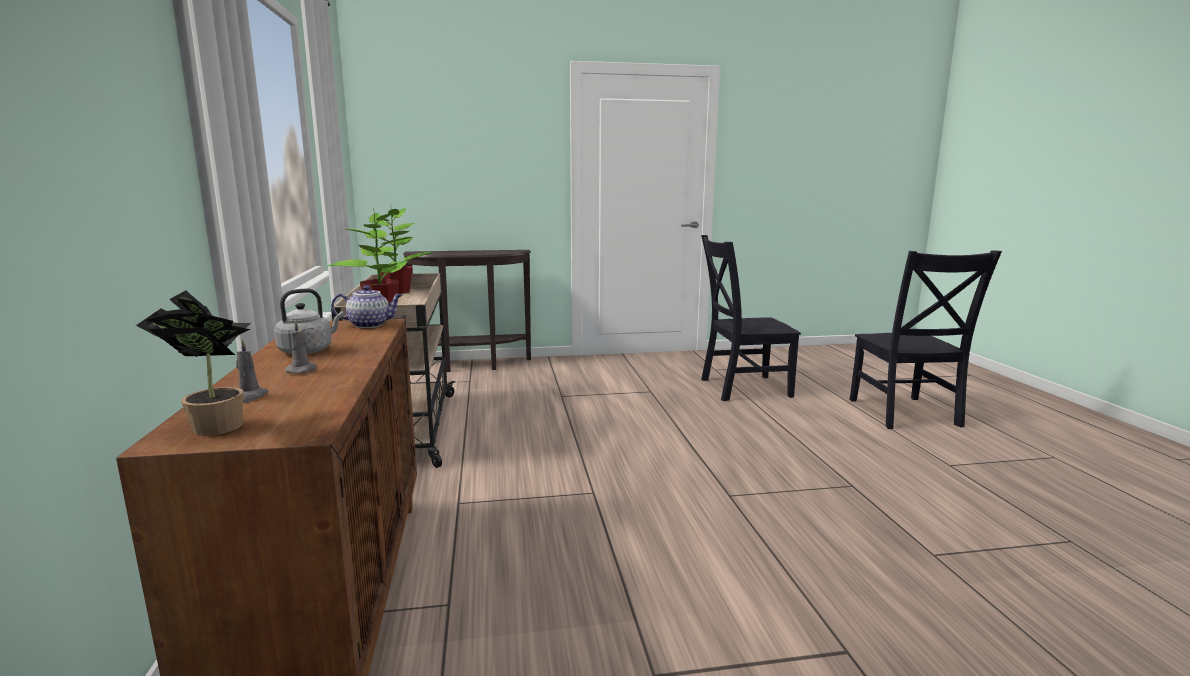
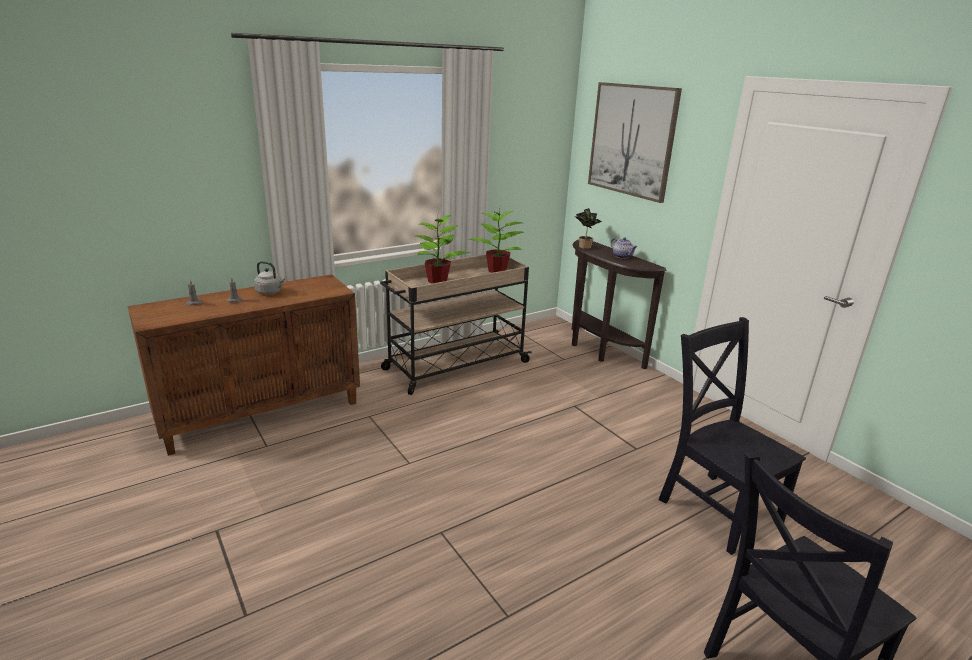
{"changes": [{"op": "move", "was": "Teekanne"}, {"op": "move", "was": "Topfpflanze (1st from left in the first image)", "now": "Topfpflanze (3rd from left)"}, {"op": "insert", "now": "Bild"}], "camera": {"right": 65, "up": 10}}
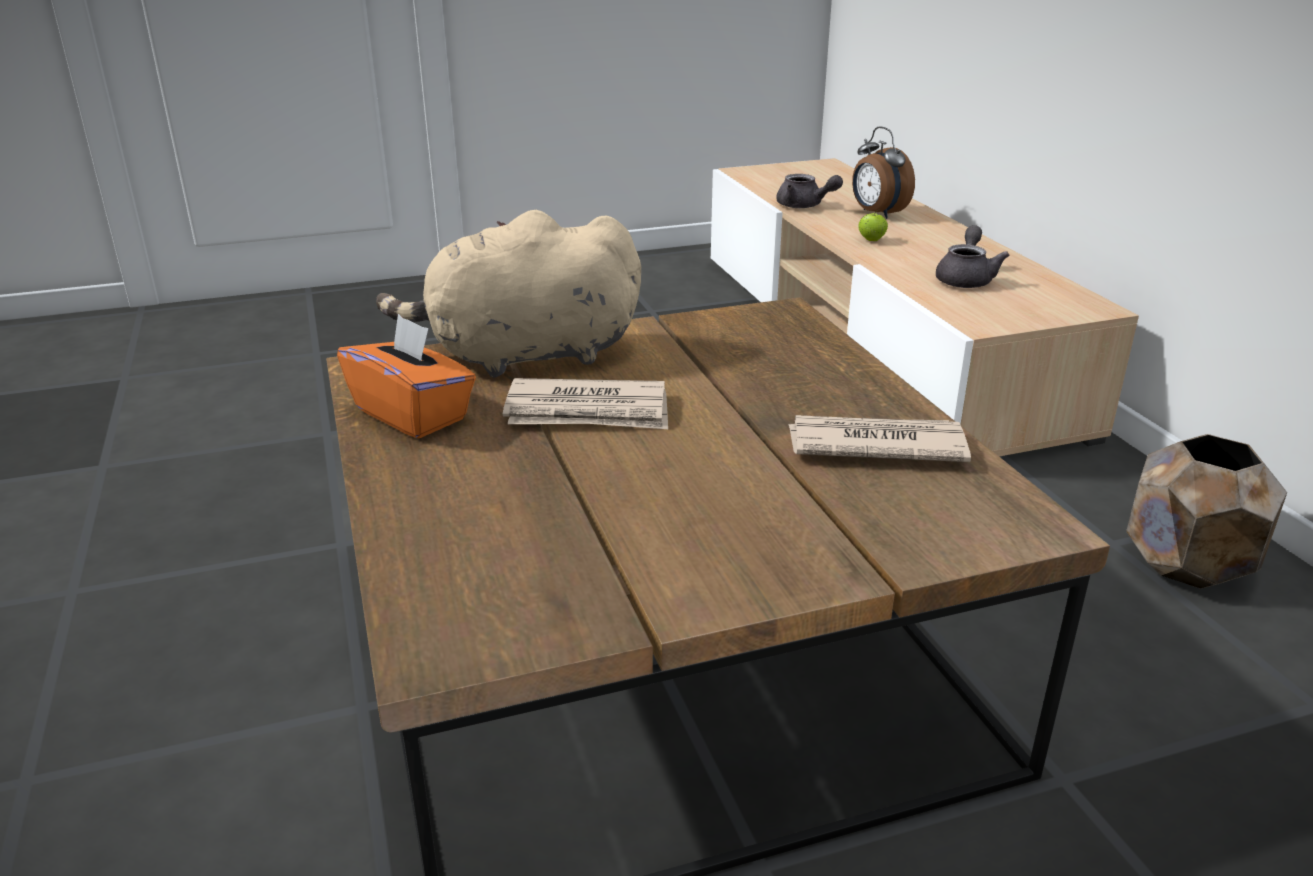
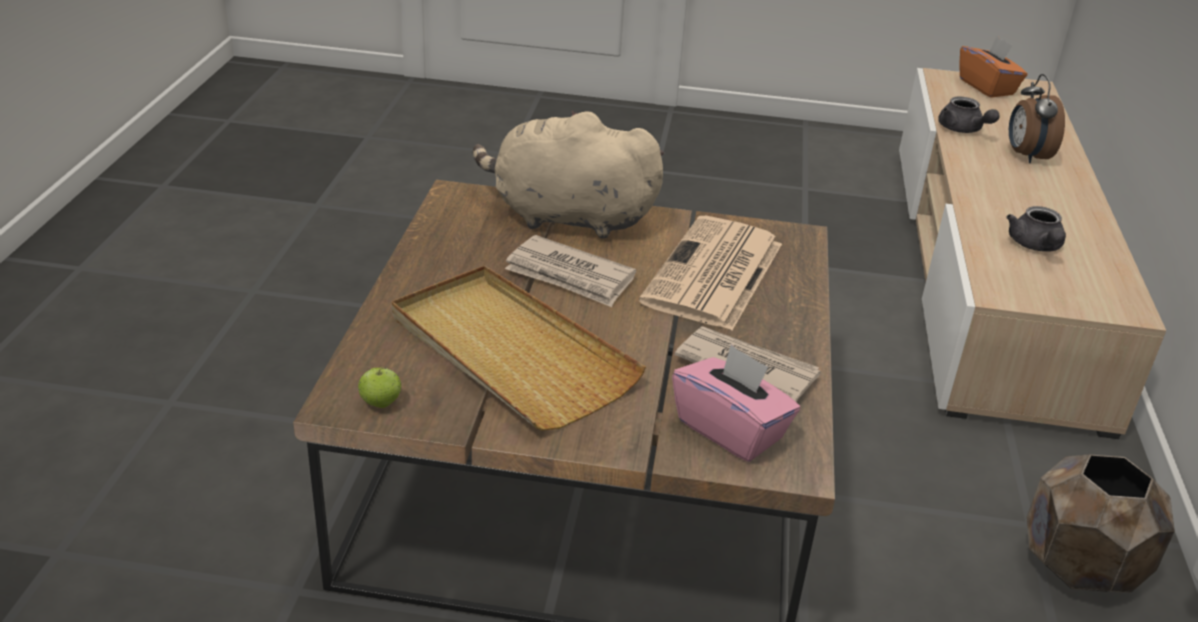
{"changes": [{"op": "move", "was": "Apfel"}, {"op": "rotate", "was": "Teekanne/grau (2nd from left)", "clockwise": 135}, {"op": "move", "was": "Taschentuchbox/orange"}, {"op": "insert", "now": "Zeitung (2nd from left)"}, {"op": "insert", "now": "Tablett/beige"}, {"op": "insert", "now": "Taschentuchbox/rosa"}], "camera": {"right": 25, "up": 5}}
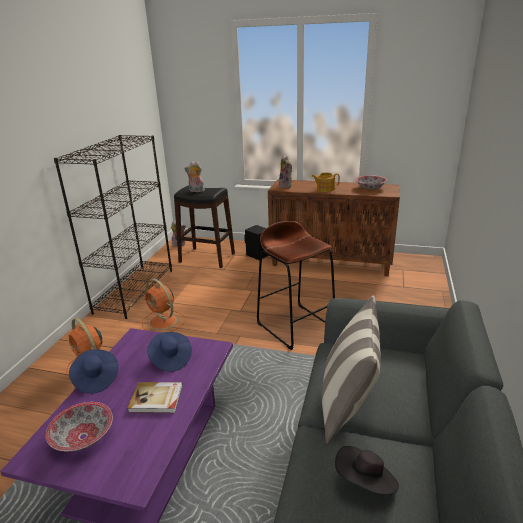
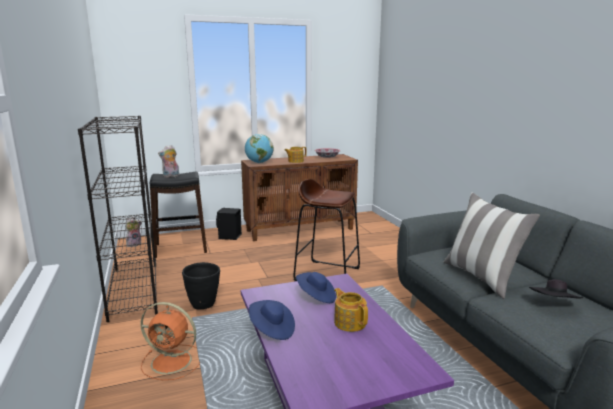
{"changes": [{"op": "replace", "was": "Plüschtier (3rd from left)", "now": "Globus"}, {"op": "replace", "was": "Ventilator/orange (2nd from left)", "now": "Pflanzkübel/schwarz"}, {"op": "replace", "was": "Buch", "now": "Teekanne (2nd from left)"}, {"op": "delete", "was": "Schüssel (1st from left)"}], "camera": {"right": -35, "up": -10}}
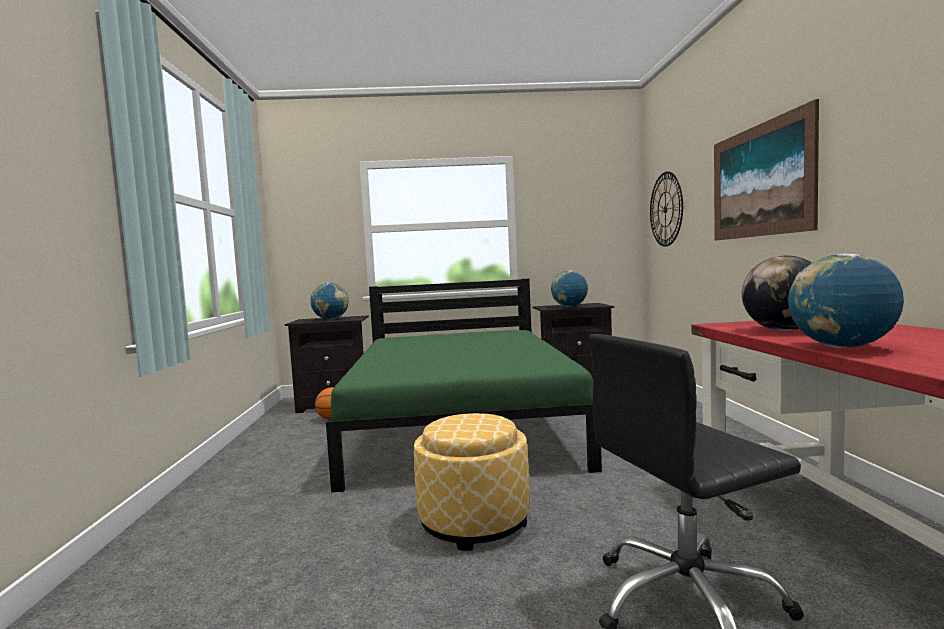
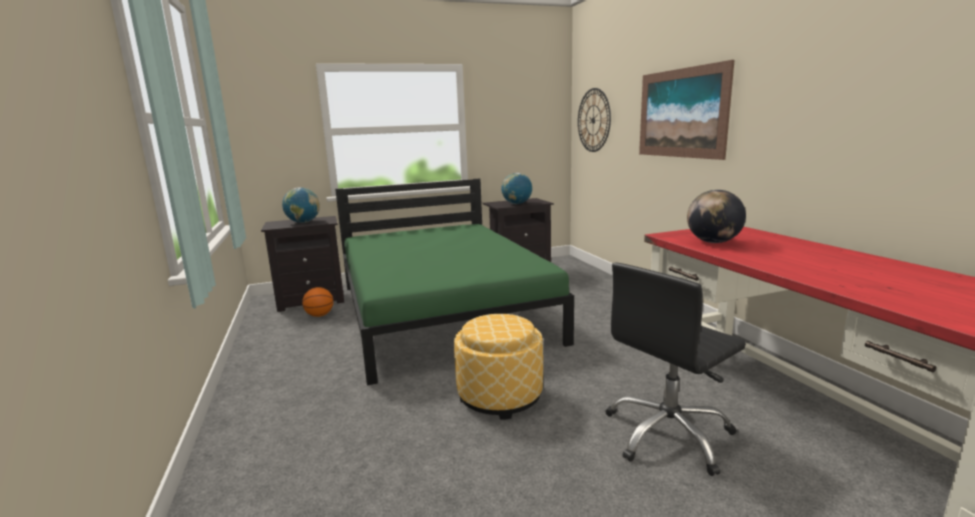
{"changes": [{"op": "delete", "was": "Globus (4th from left)"}], "camera": {"right": -15, "up": 10}}
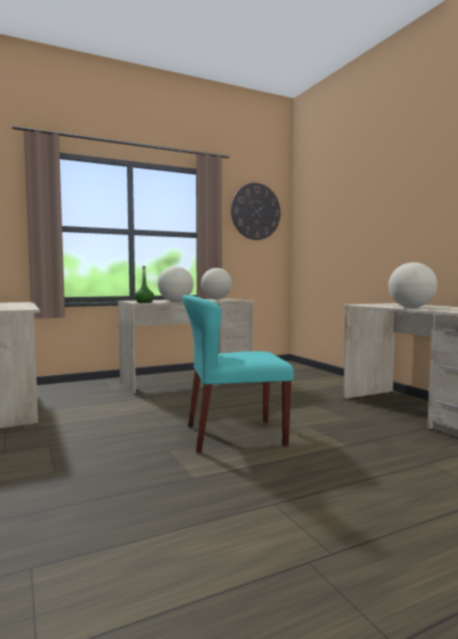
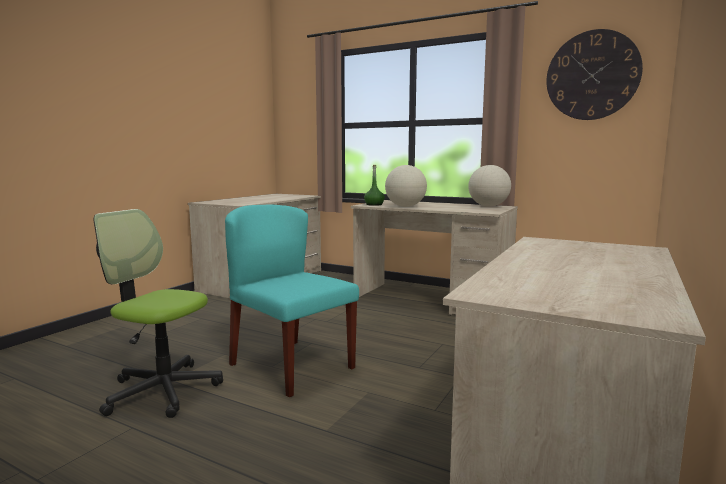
{"changes": [{"op": "delete", "was": "Globus (3rd from left)"}, {"op": "insert", "now": "Bürostuhl"}], "camera": {"right": 55, "up": 5}}
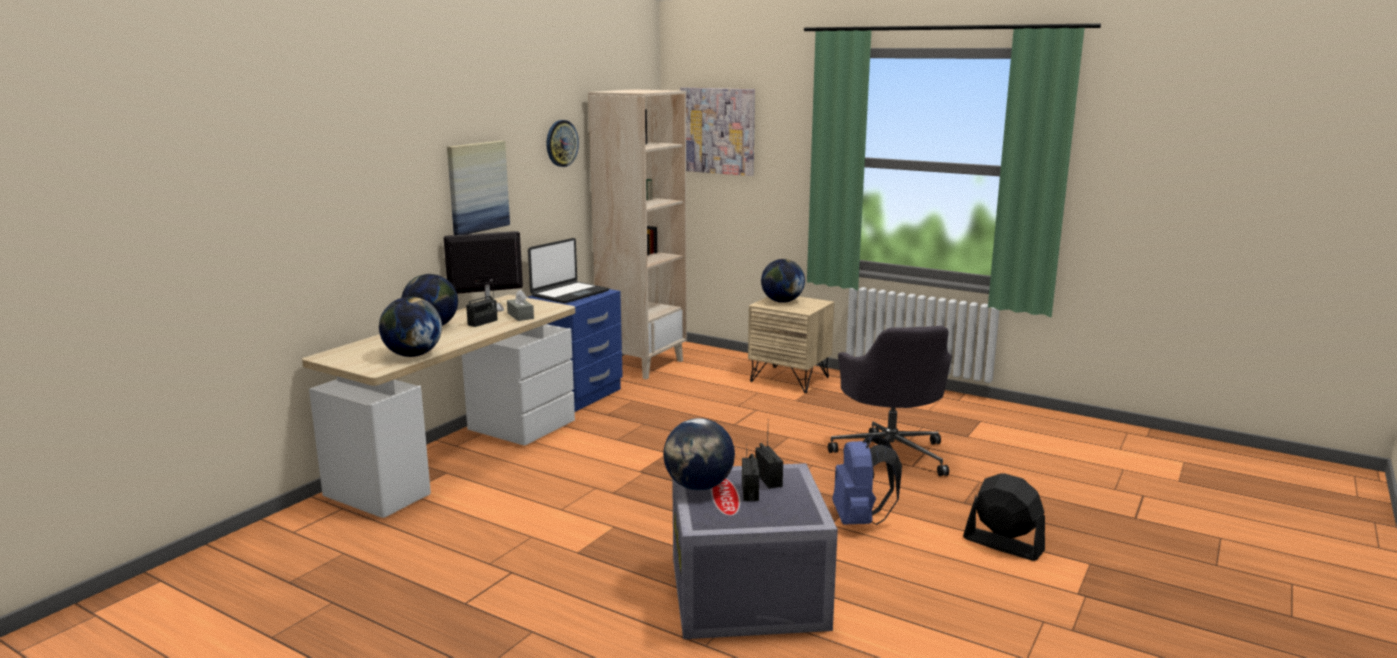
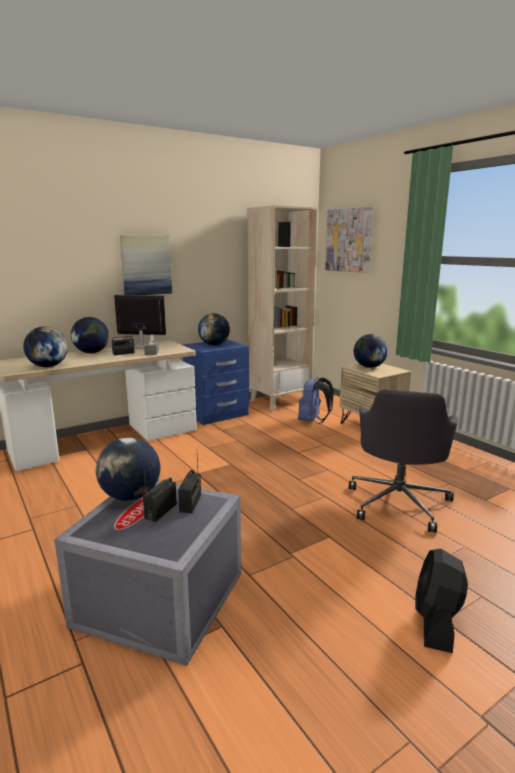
{"changes": [{"op": "delete", "was": "Wanduhr"}, {"op": "replace", "was": "Laptop", "now": "Globus (4th from left)"}, {"op": "move", "was": "Rucksack/blau"}, {"op": "rotate", "was": "Ventilator/schwarz", "clockwise": -135}], "camera": {"right": 25, "up": 0}}
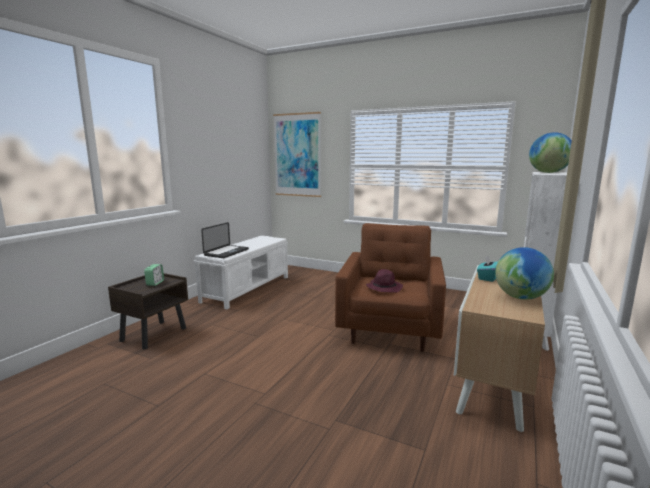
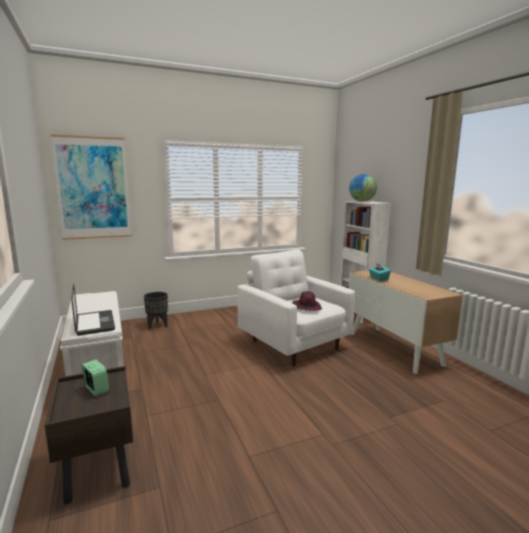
{"changes": [{"op": "recolor", "was": "Sessel/braun", "now": "Sessel/weiß"}, {"op": "delete", "was": "Globus (1st from left)"}, {"op": "insert", "now": "Pflanzkübel/schwarz"}], "camera": {"right": -50, "up": 0}}
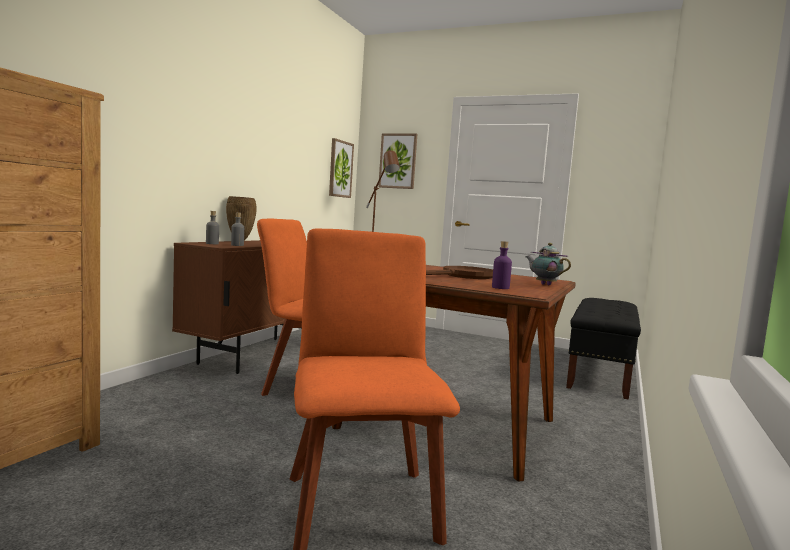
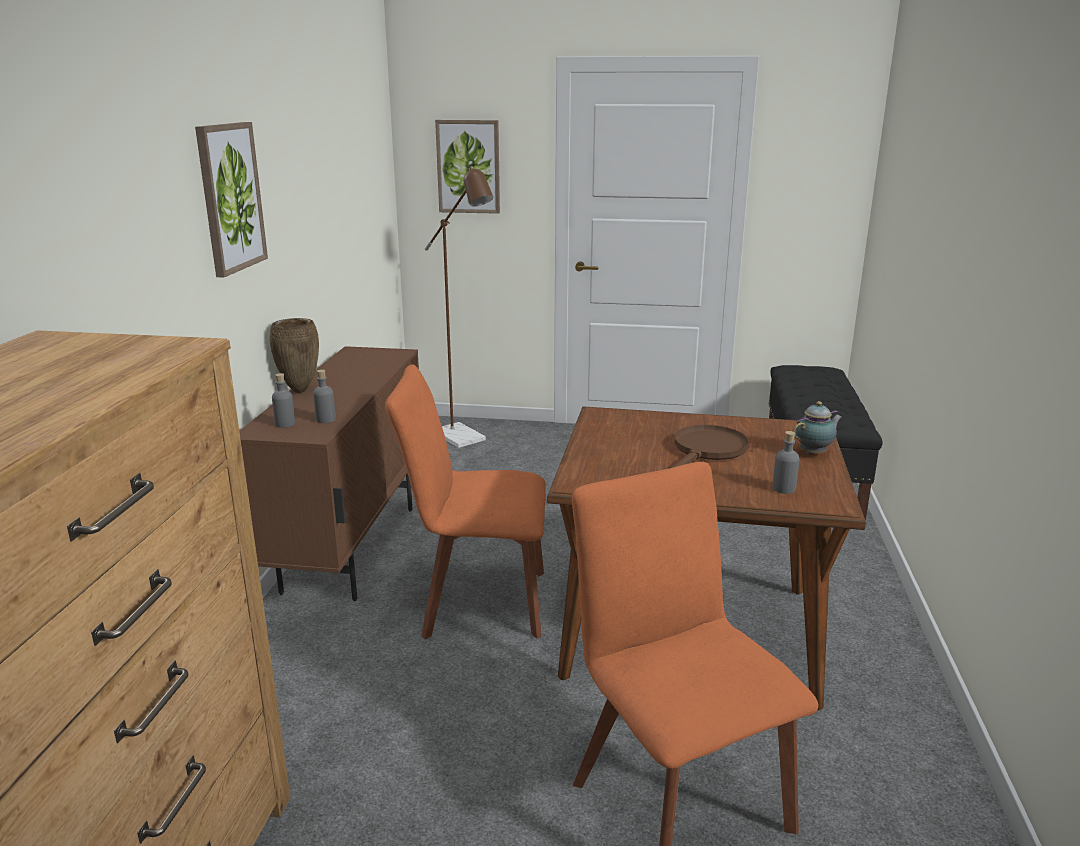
{"changes": [{"op": "move", "was": "Bild (1st from left)"}, {"op": "recolor", "was": "Flasche/lila", "now": "Flasche/grau (3rd from left)"}, {"op": "rotate", "was": "Teekanne", "clockwise": 120}], "camera": {"right": -15, "up": 15}}
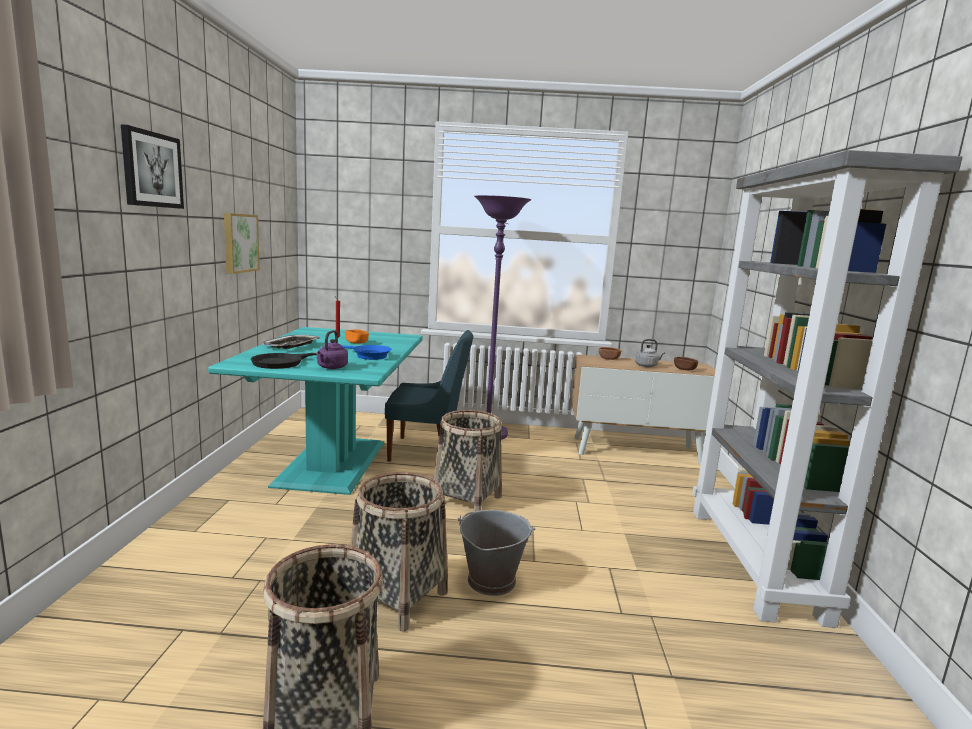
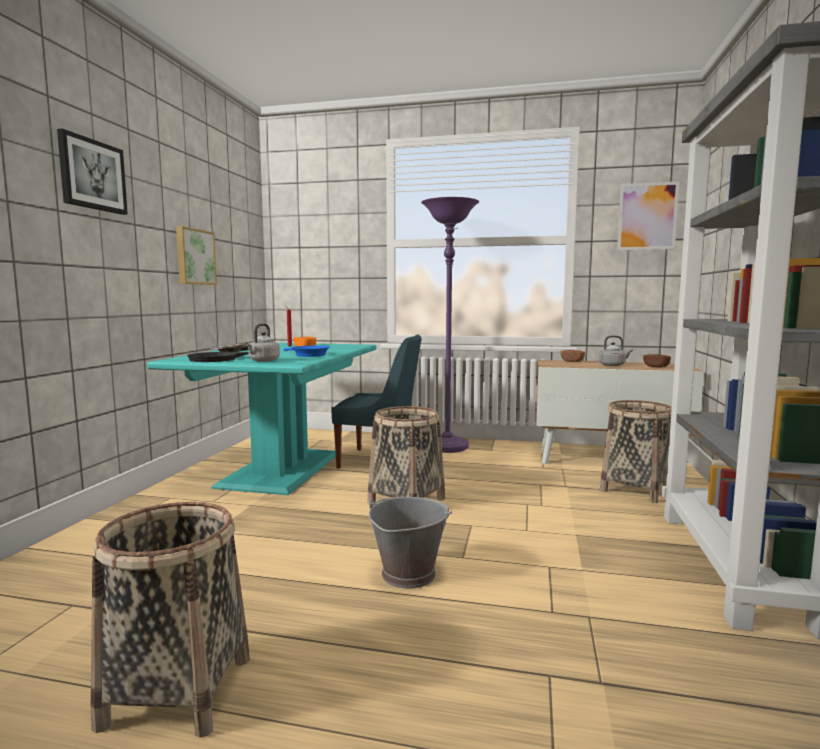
{"changes": [{"op": "recolor", "was": "Wasserkessel/lila", "now": "Wasserkessel/grau (1st from left)"}, {"op": "move", "was": "Korb (2nd from left in the first image)", "now": "Korb (3rd from left)"}, {"op": "insert", "now": "Bild (3rd from left)"}], "camera": {"right": 10, "up": -5}}
